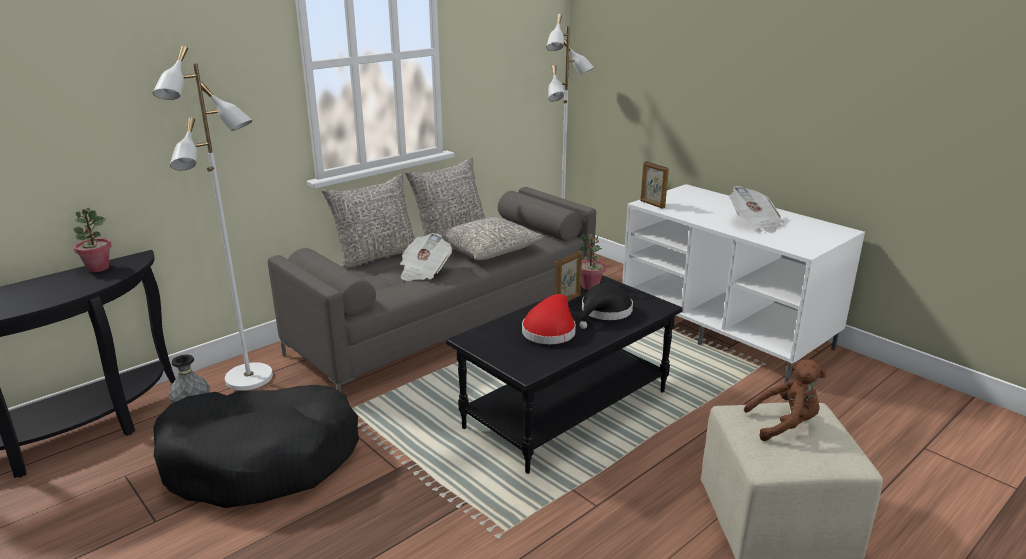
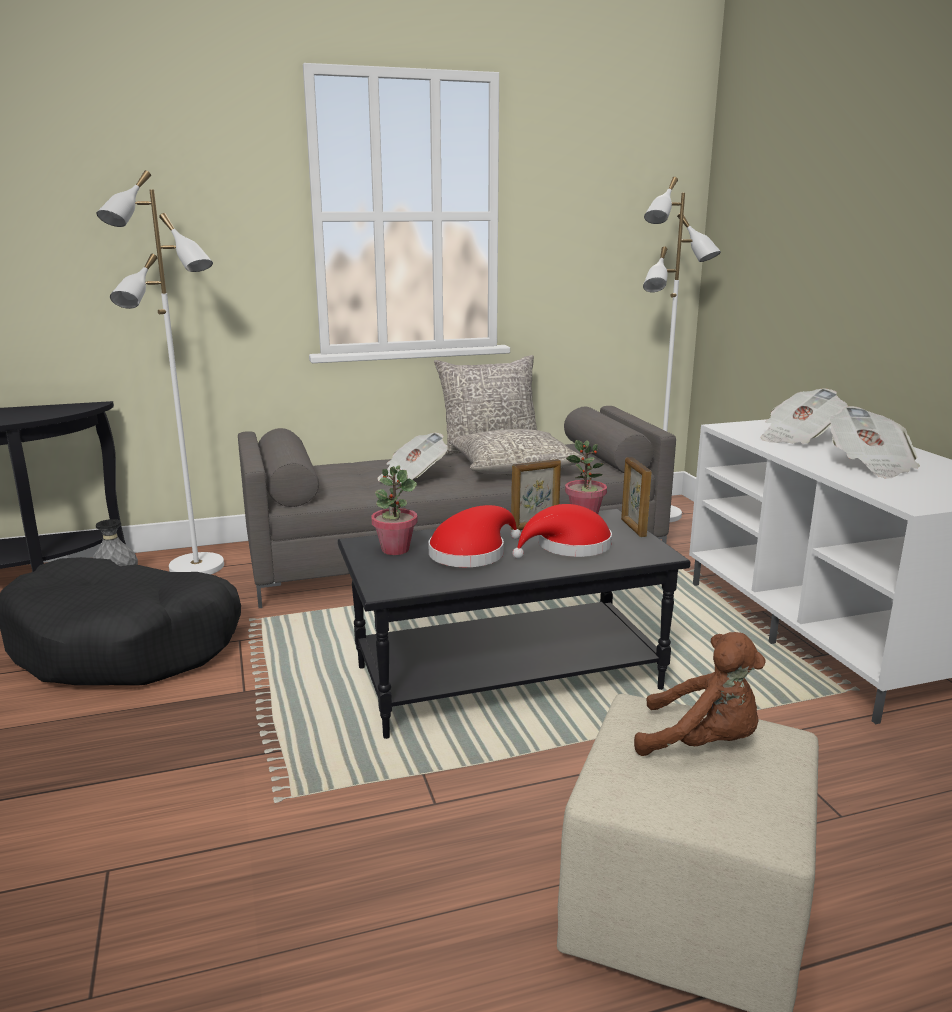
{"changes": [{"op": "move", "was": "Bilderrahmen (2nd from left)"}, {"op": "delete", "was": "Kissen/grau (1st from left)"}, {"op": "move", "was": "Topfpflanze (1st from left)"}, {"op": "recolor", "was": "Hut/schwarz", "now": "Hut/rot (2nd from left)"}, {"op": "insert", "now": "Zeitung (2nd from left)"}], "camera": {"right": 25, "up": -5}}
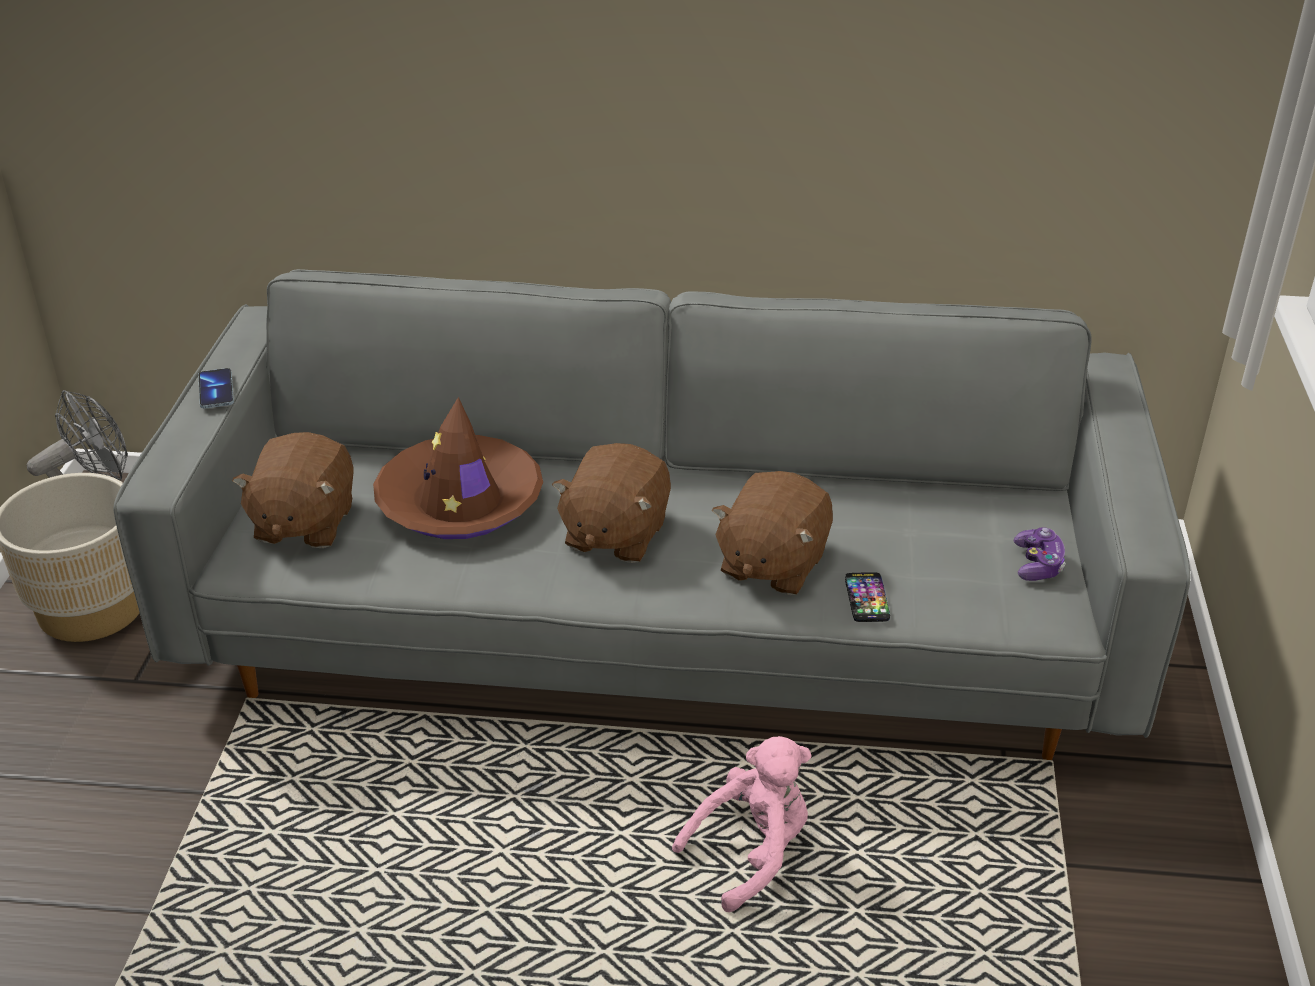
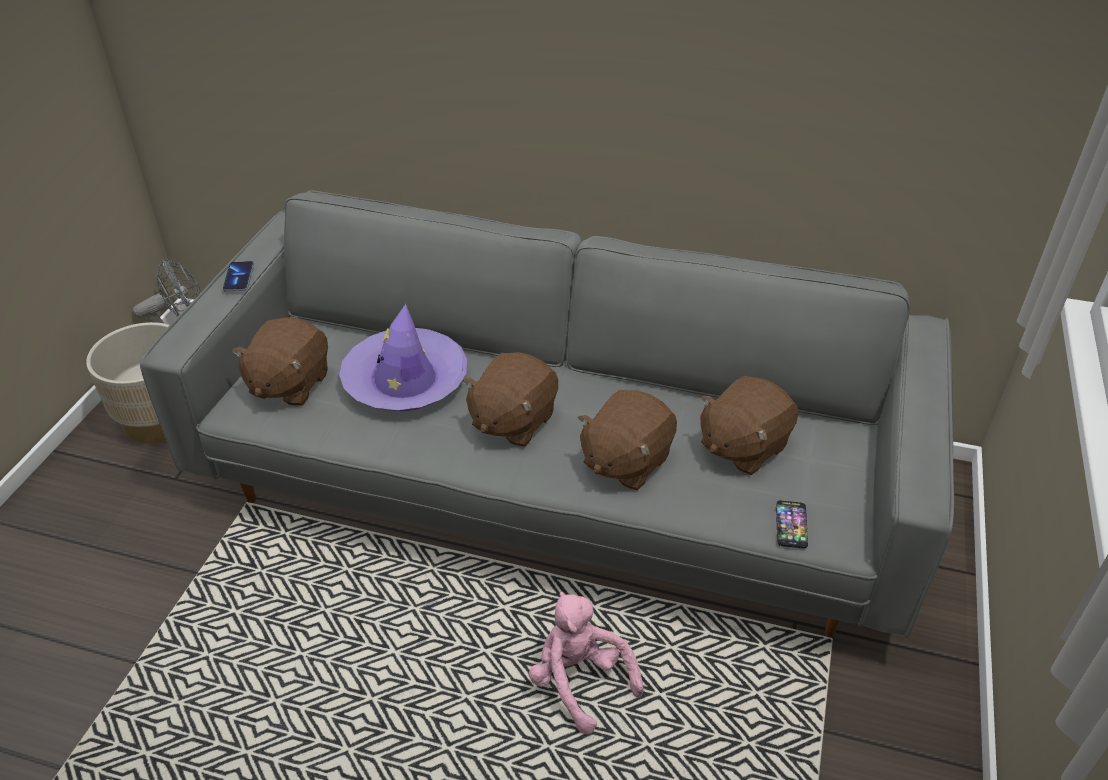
{"changes": [{"op": "recolor", "was": "Hut/braun", "now": "Hut/lila"}, {"op": "delete", "was": "Gamepad"}, {"op": "move", "was": "Handy (2nd from left)"}, {"op": "rotate", "was": "Plüschtier/rosa", "clockwise": -105}, {"op": "insert", "now": "Plüschtier/braun (4th from left)"}], "camera": {"right": 10, "up": 5}}
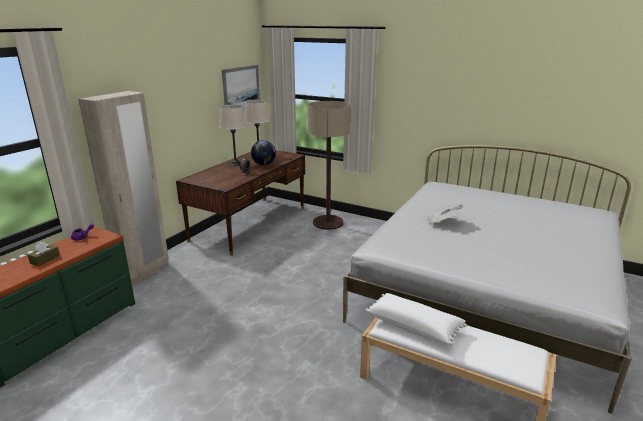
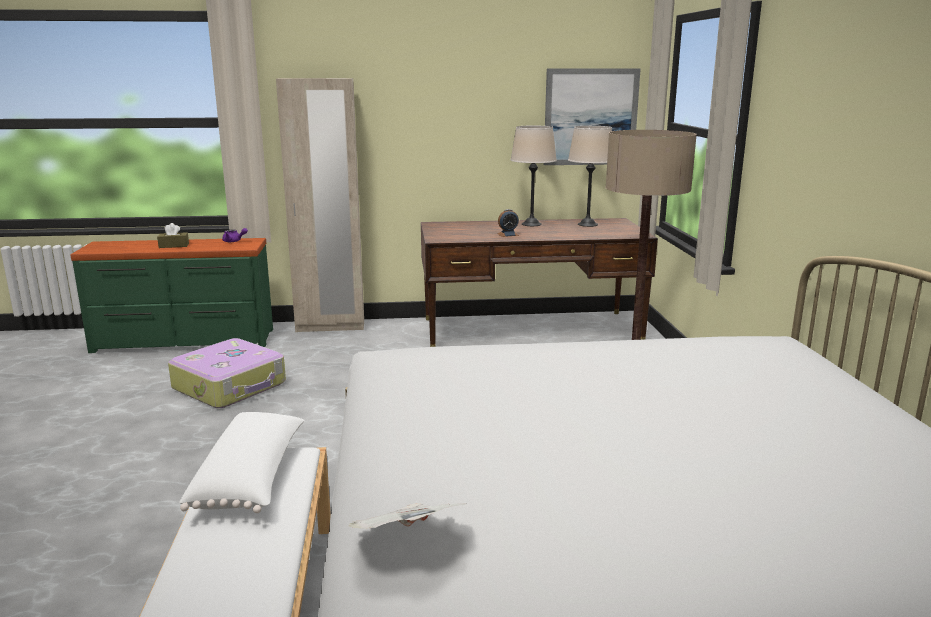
{"changes": [{"op": "delete", "was": "Globus"}, {"op": "move", "was": "Zeitung"}, {"op": "insert", "now": "Koffer"}], "camera": {"right": 55, "up": -5}}
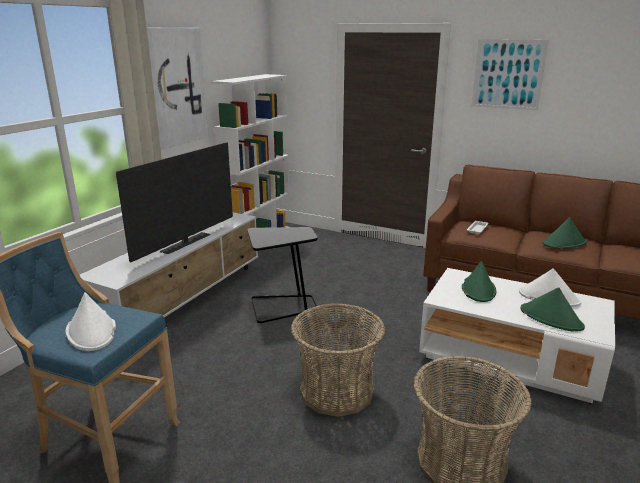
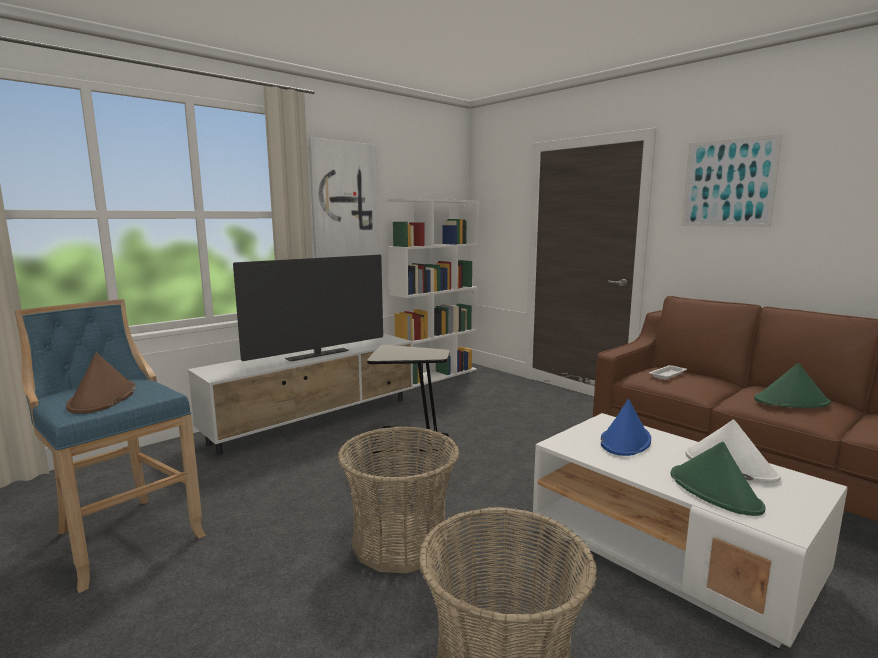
{"changes": [{"op": "recolor", "was": "Hut/grün (1st from left)", "now": "Hut/blau"}, {"op": "recolor", "was": "Hut/weiß (1st from left)", "now": "Hut/braun"}], "camera": {"right": 20, "up": -10}}
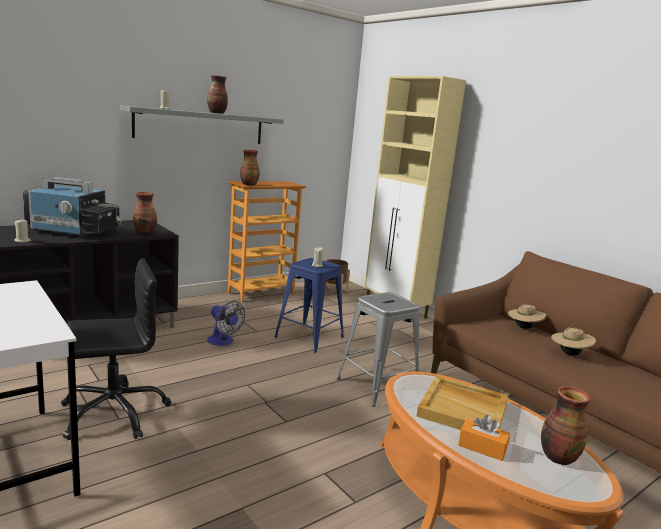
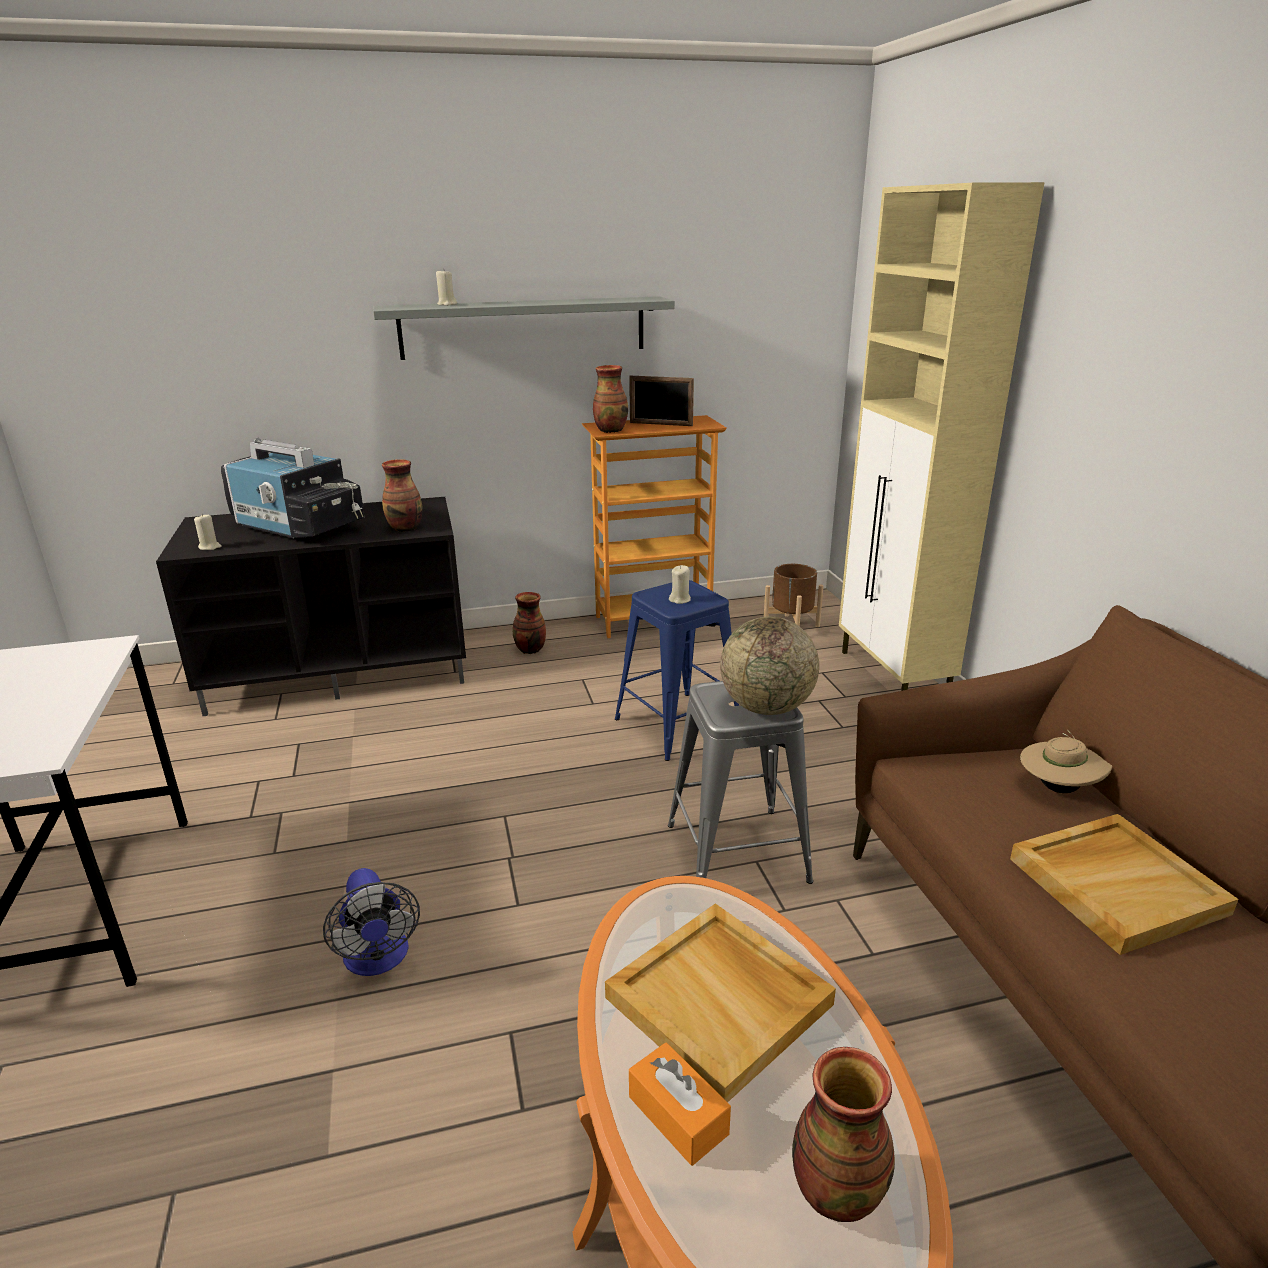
{"changes": [{"op": "move", "was": "Vase (2nd from left)"}, {"op": "delete", "was": "Bürostuhl/schwarz"}, {"op": "move", "was": "Ventilator"}, {"op": "replace", "was": "Hut/beige (2nd from left)", "now": "Tablett/beige (2nd from left)"}, {"op": "insert", "now": "Bilderrahmen"}, {"op": "insert", "now": "Globus"}], "camera": {"right": 25, "up": 10}}
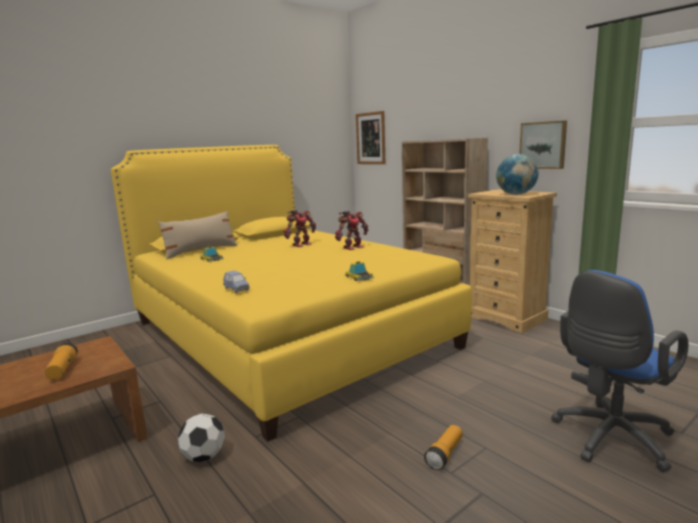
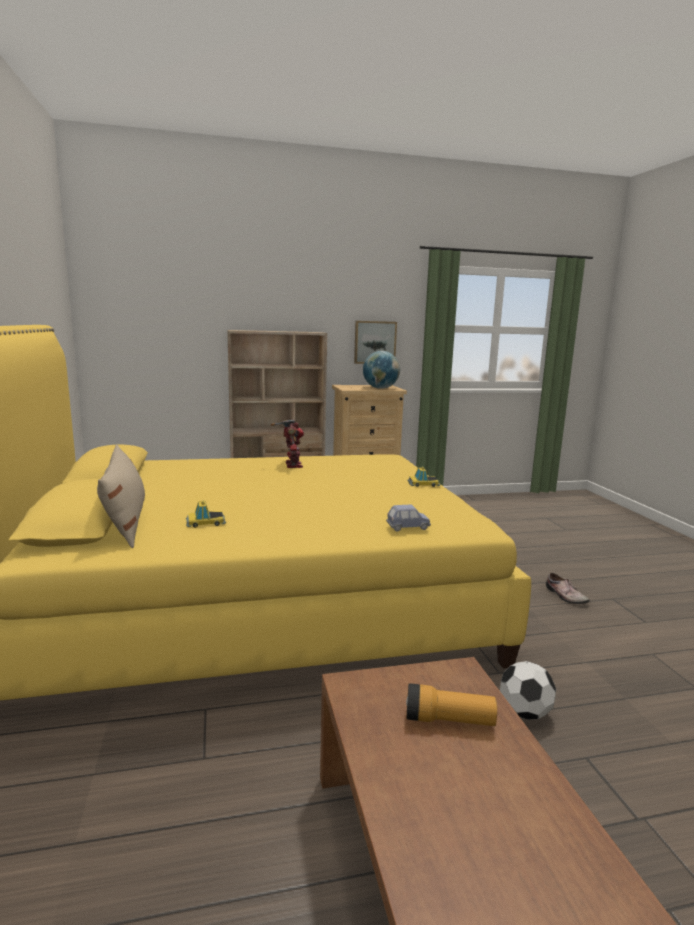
{"changes": [{"op": "delete", "was": "Bild (1st from left)"}, {"op": "delete", "was": "Spielzeugroboter (1st from left)"}, {"op": "delete", "was": "Bürostuhl/blau"}, {"op": "replace", "was": "Taschenlampe (2nd from left)", "now": "Schuh"}], "camera": {"right": -65, "up": 0}}
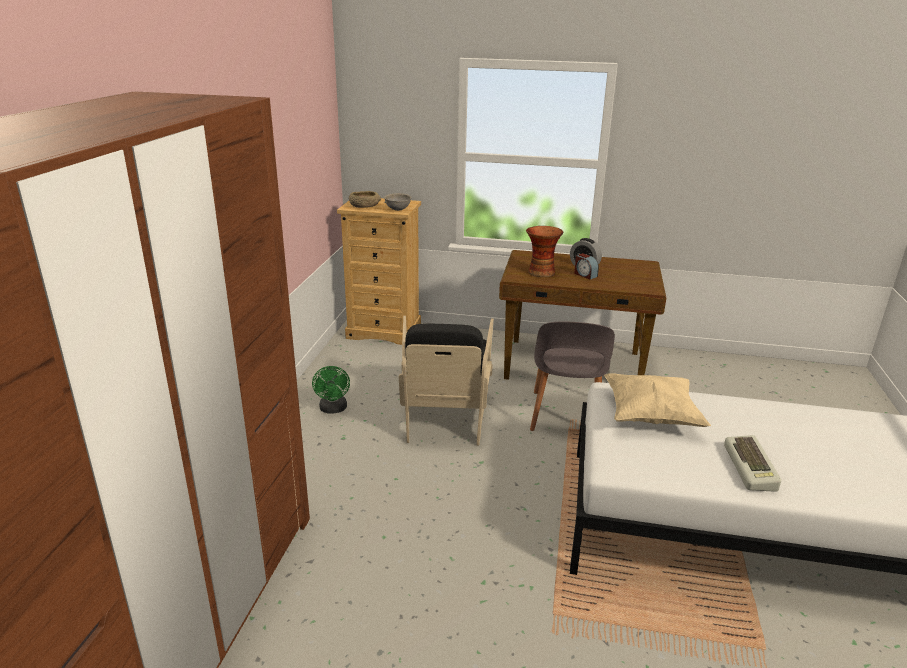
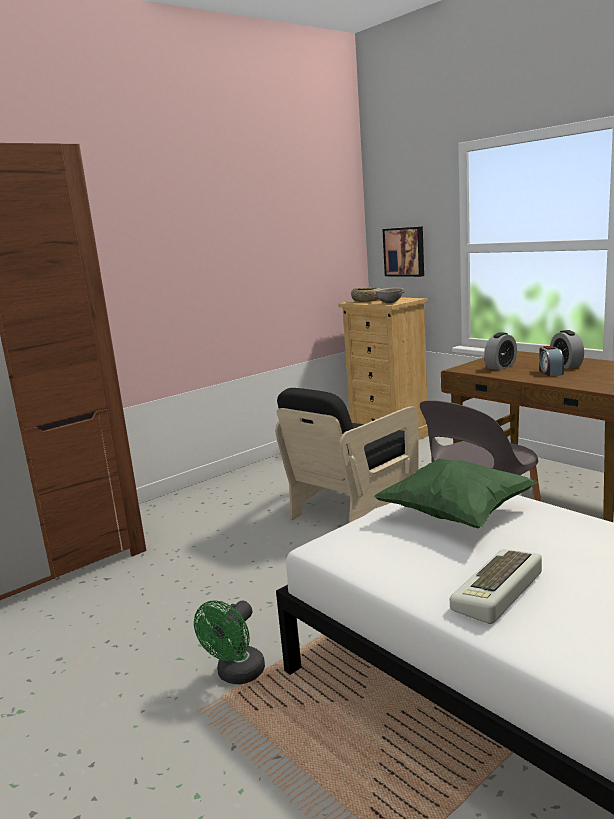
{"changes": [{"op": "replace", "was": "Vase", "now": "Wecker (1st from left)"}, {"op": "move", "was": "Ventilator/grün"}, {"op": "recolor", "was": "Kissen/beige", "now": "Kissen/grün"}, {"op": "insert", "now": "Bild"}], "camera": {"right": 40, "up": -10}}
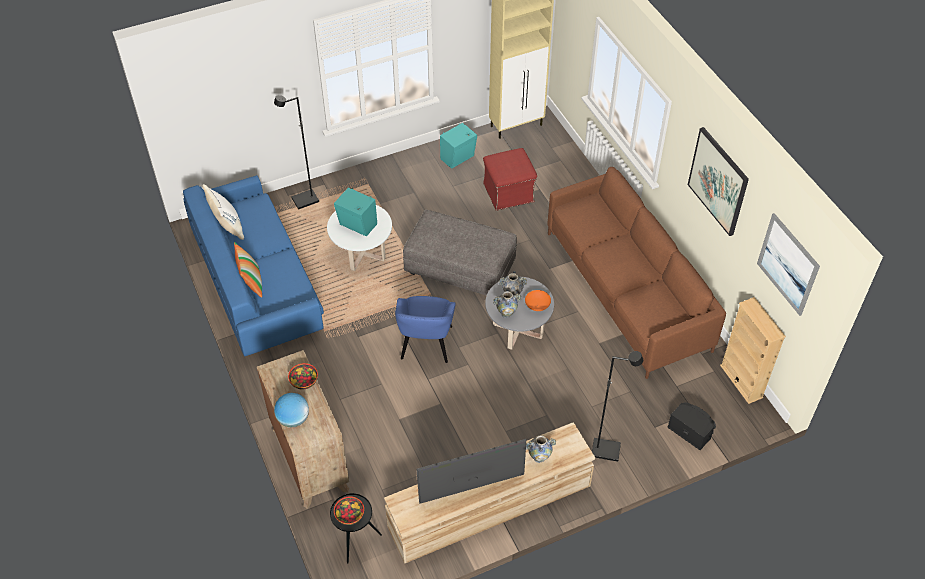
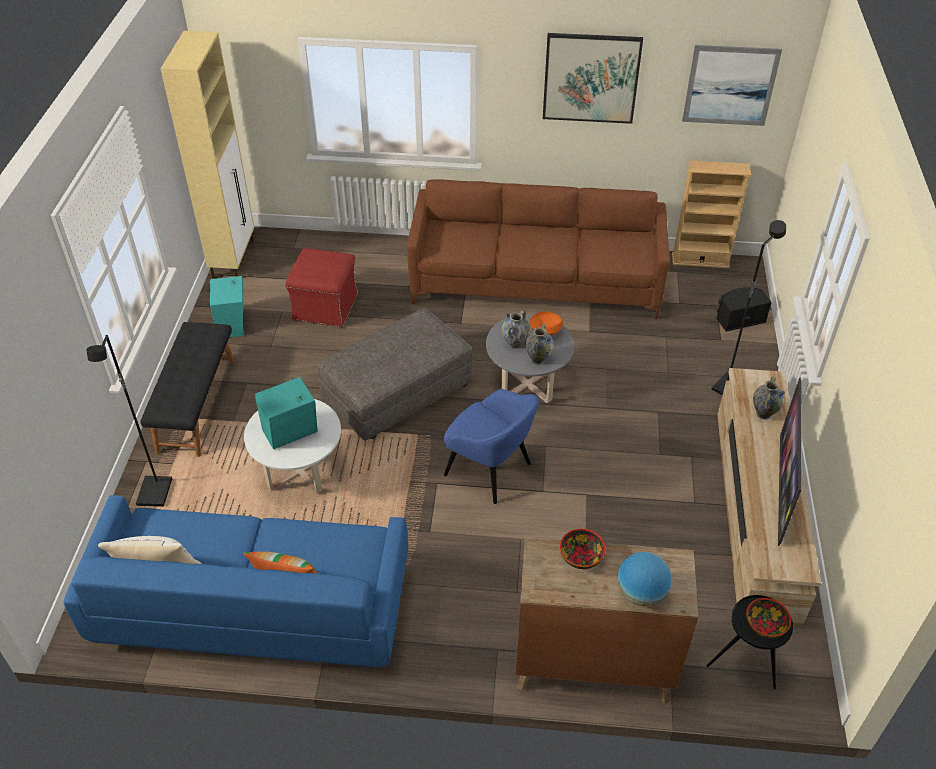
{"changes": [{"op": "insert", "now": "Bank/schwarz"}], "camera": {"right": -60, "up": -5}}
